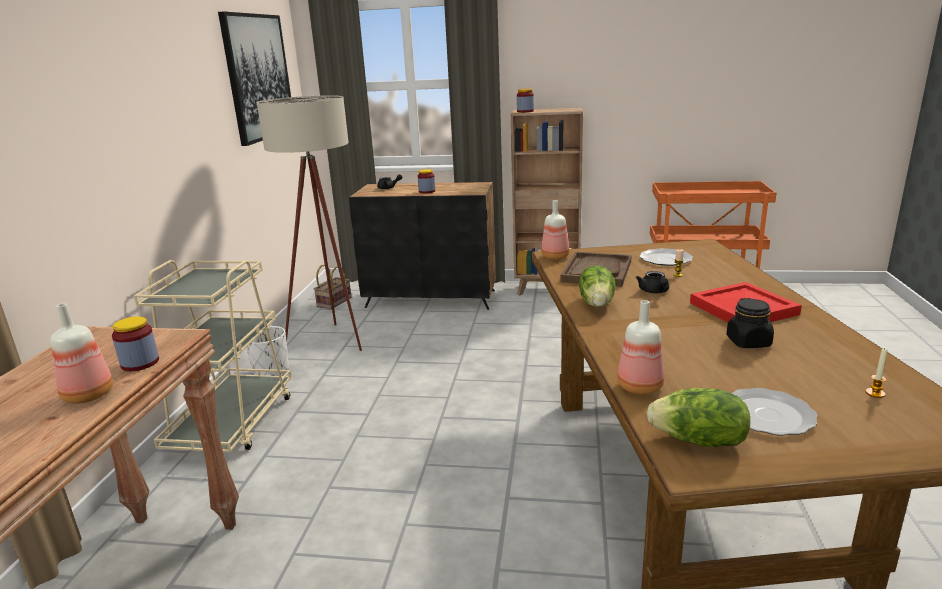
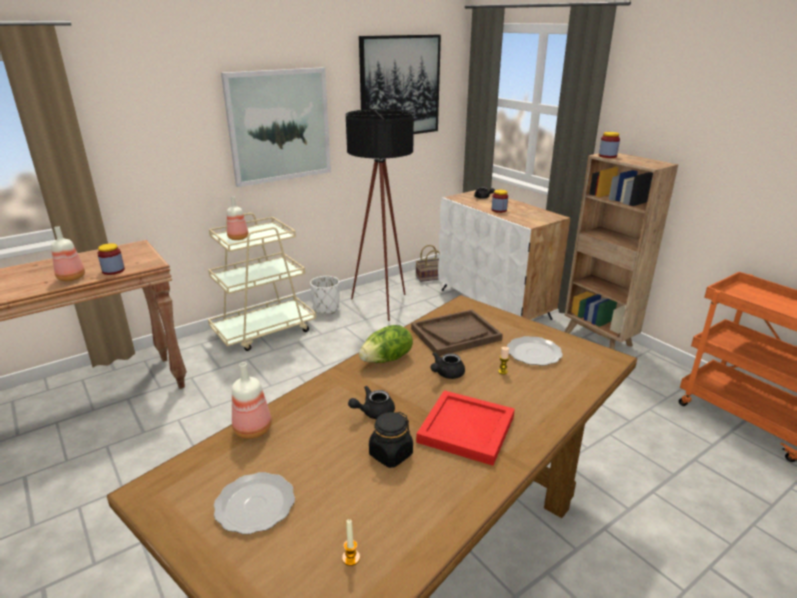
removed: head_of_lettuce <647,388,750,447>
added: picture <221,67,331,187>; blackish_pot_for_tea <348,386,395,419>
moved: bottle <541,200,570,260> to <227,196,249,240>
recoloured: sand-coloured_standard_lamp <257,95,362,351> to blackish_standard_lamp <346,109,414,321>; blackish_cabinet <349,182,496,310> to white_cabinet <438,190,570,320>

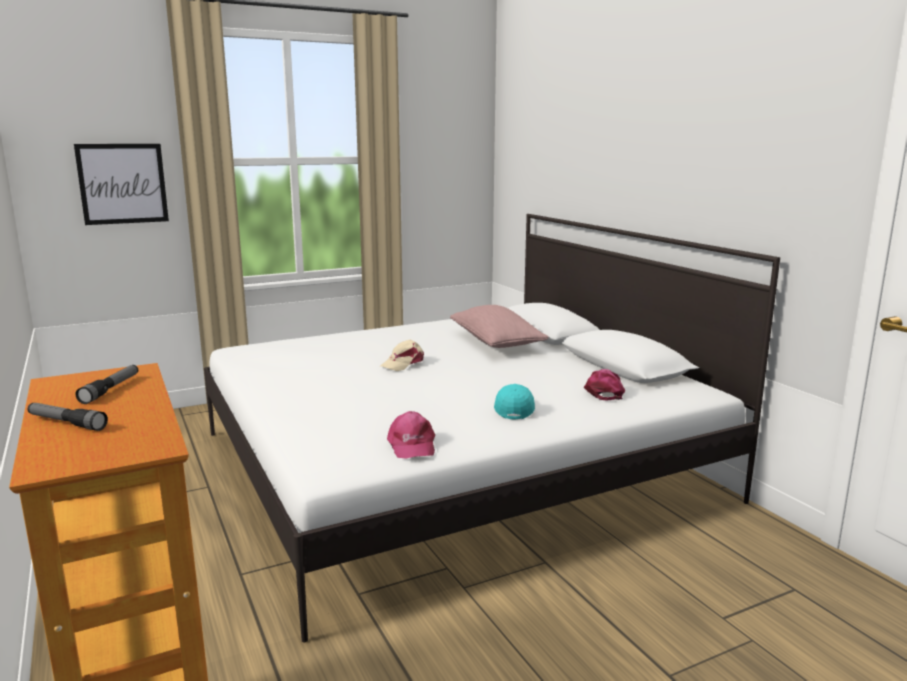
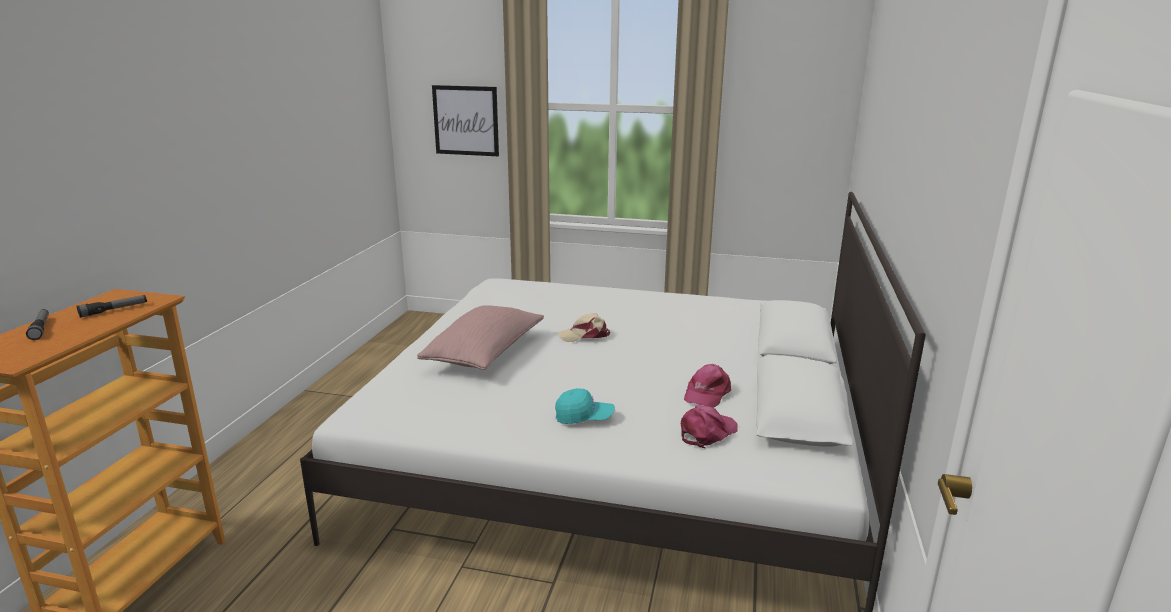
moved: pink_cushion <450,305,549,348> to <417,305,544,370>; pink_peaked_cap <387,411,435,459> to <684,364,731,408>
turned: turquoise_peaked_cap <494,384,535,420> = <555,388,615,424> 45 degrees clockwise

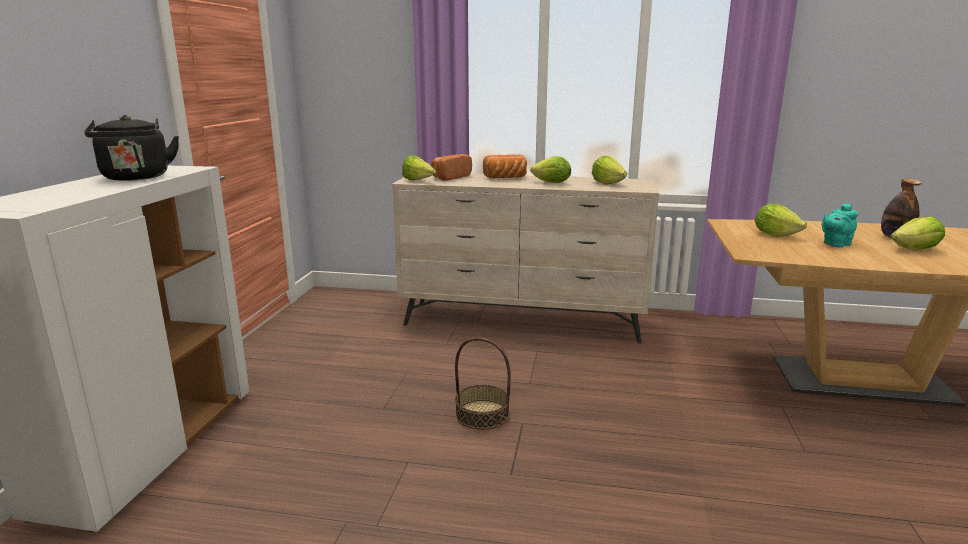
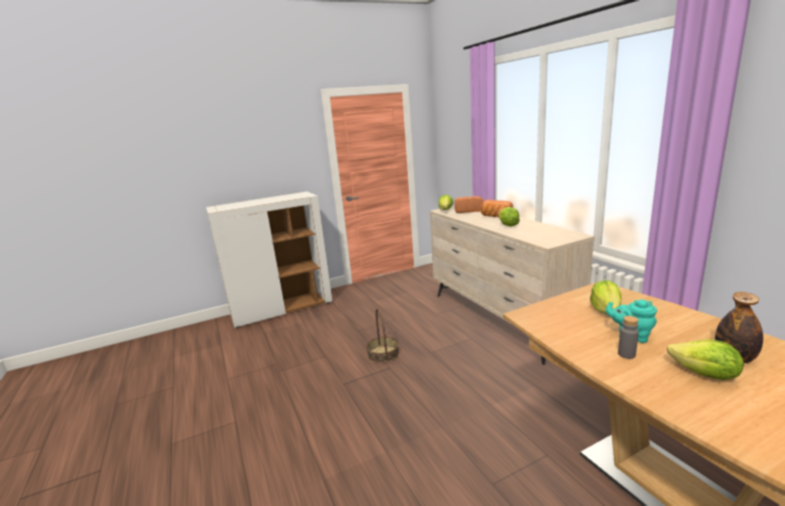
removed: blackish_water_kettle <84,115,179,181>; head_of_lettuce <592,156,627,185>
added: grey_bottle <618,316,639,359>

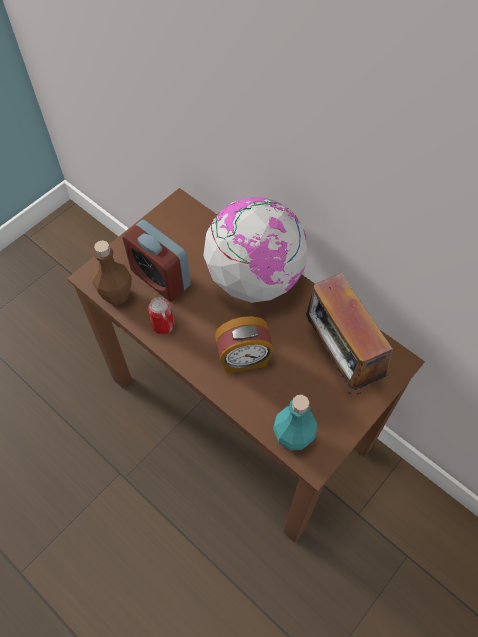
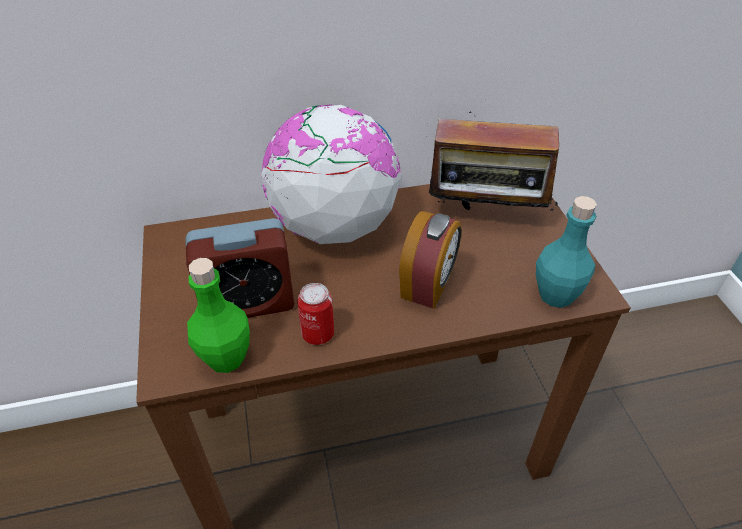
recoloured: brownish_bottle <93,240,132,305> to greenish_bottle <187,258,250,373>

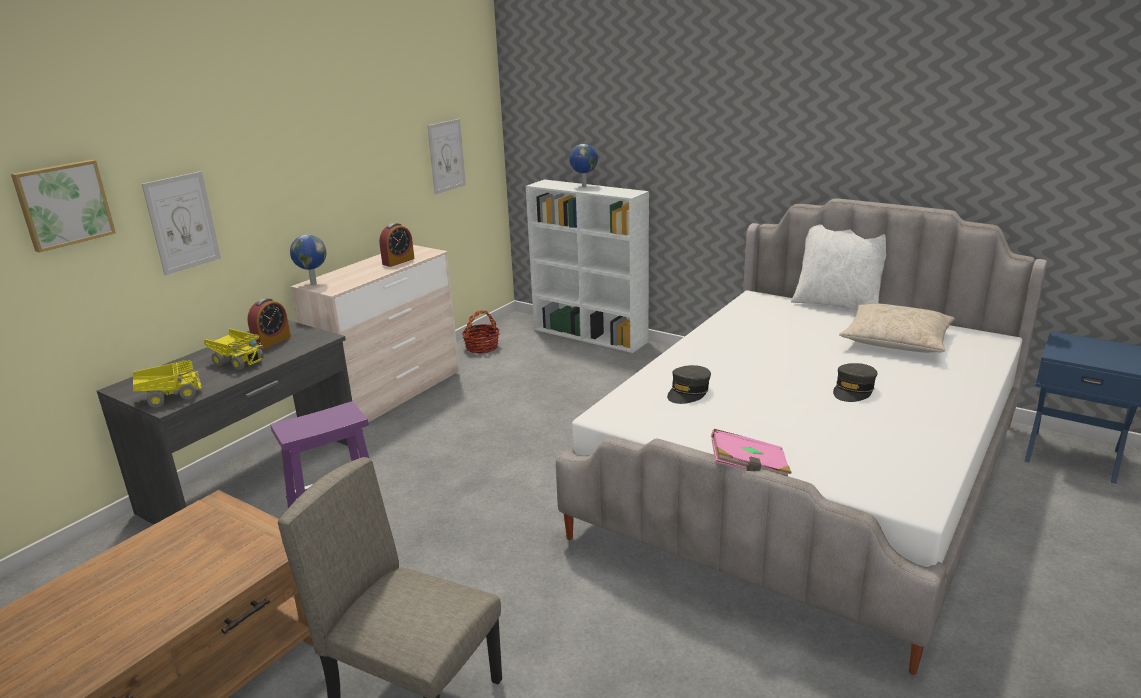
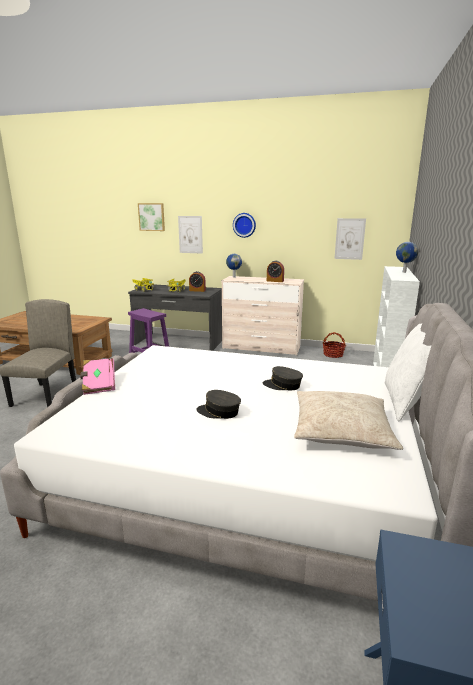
added: clock_on_the_wall <233,213,256,238>
moved: grey_peaked_cap <667,365,711,404> to <263,366,303,390>

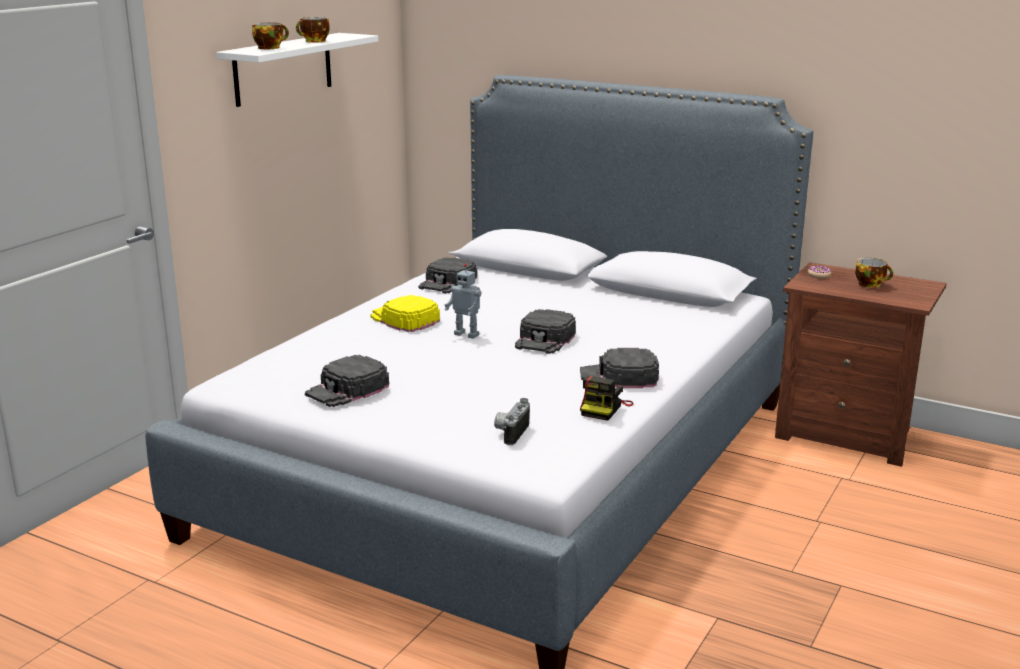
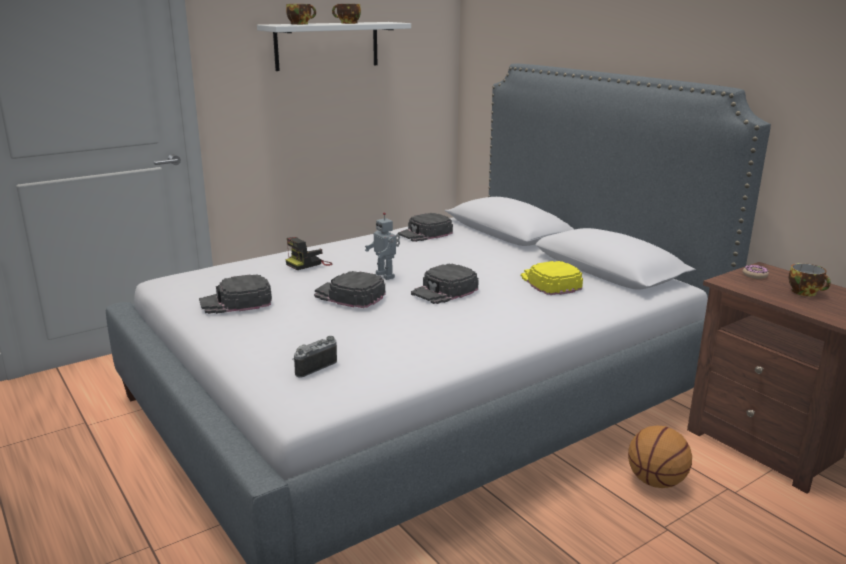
added: ball_for_basketball <628,425,692,488>
moved: yellow-coloured_peaked_cap <370,295,440,332> to <521,261,583,295>; blackish_peaked_cap <580,348,659,388> to <314,271,385,308>; photo_camera <580,376,634,421> to <285,237,332,270>

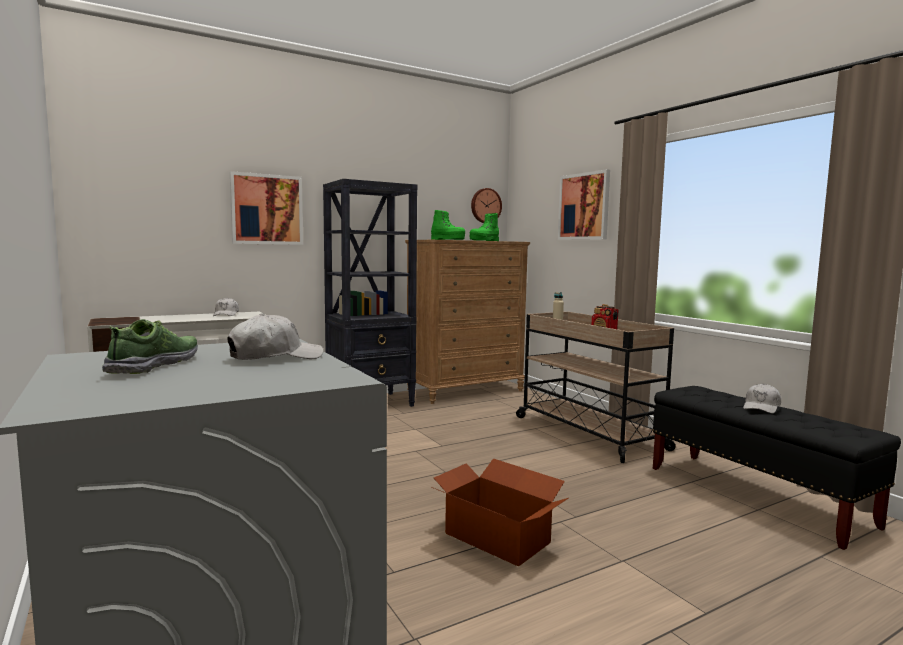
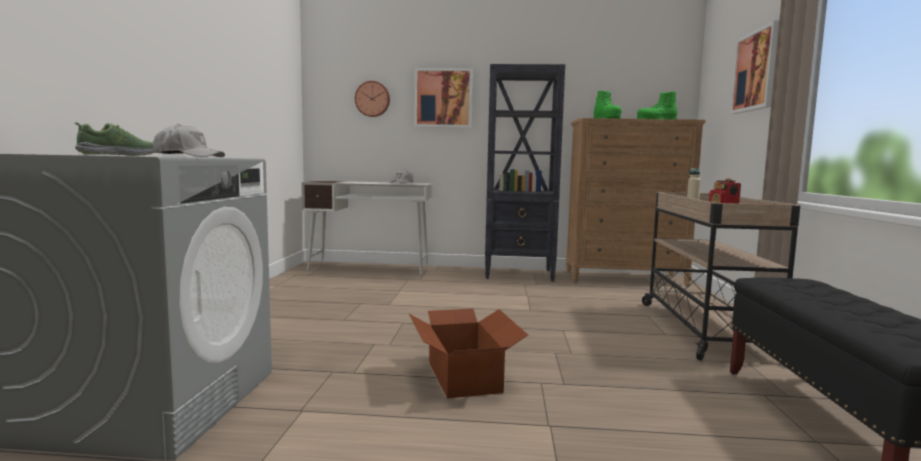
removed: white_peaked_cap <743,383,781,414>
moved: clock_on_the_wall <471,188,502,223> to <355,81,390,117>

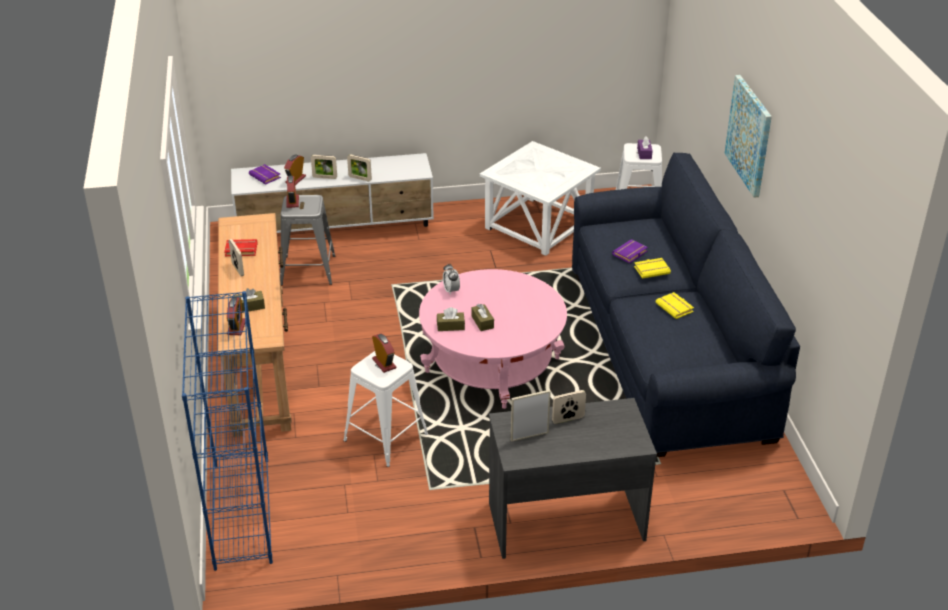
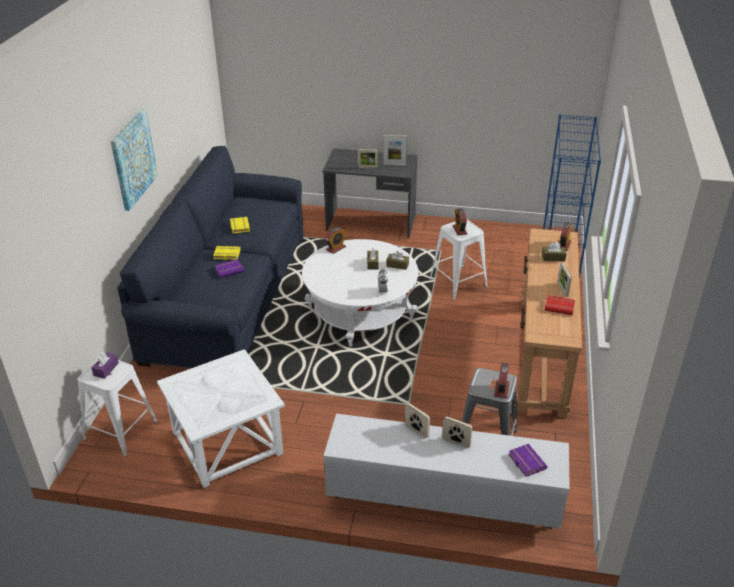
moved: table_clock <284,154,306,185> to <325,227,346,254>
recoloured: pink_low_table <419,269,567,409> to white_low_table <302,239,418,347>

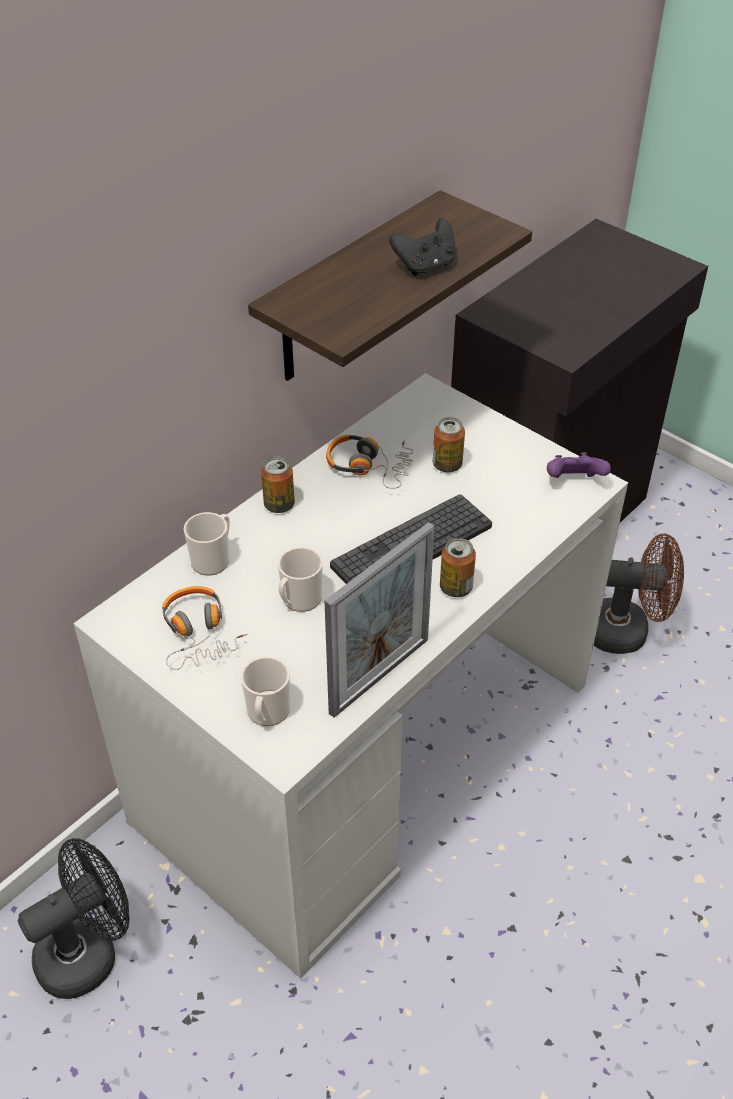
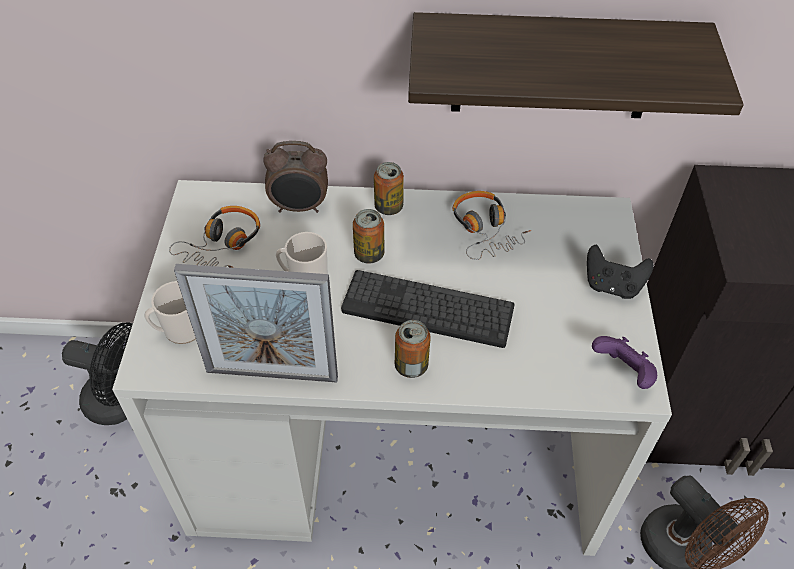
moved: blackish_joypad <389,218,455,276> to <587,245,654,299>; sealed_can <433,417,465,472> to <353,209,384,264>
replaced: mug <184,512,230,575> to table_clock <263,141,328,213>

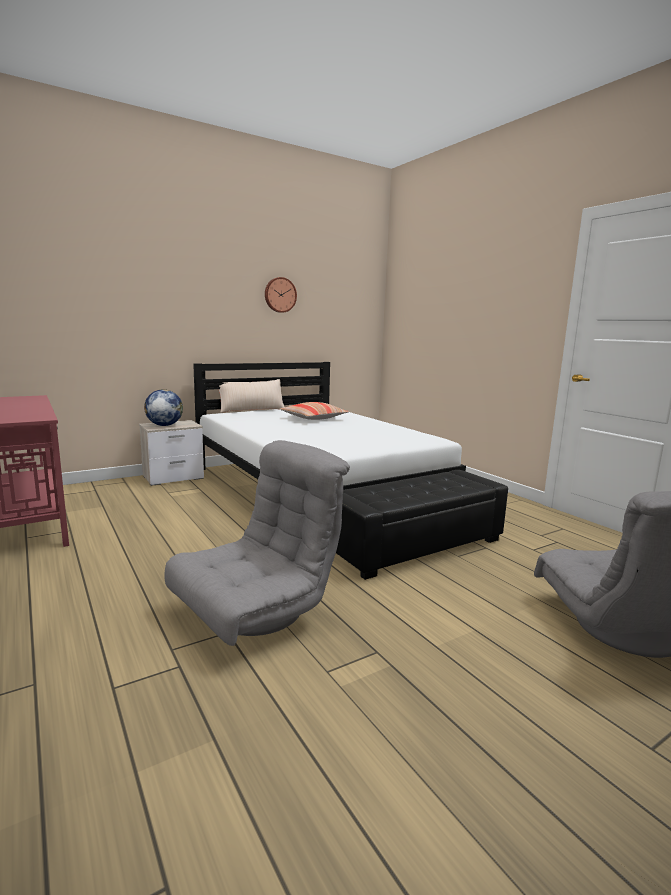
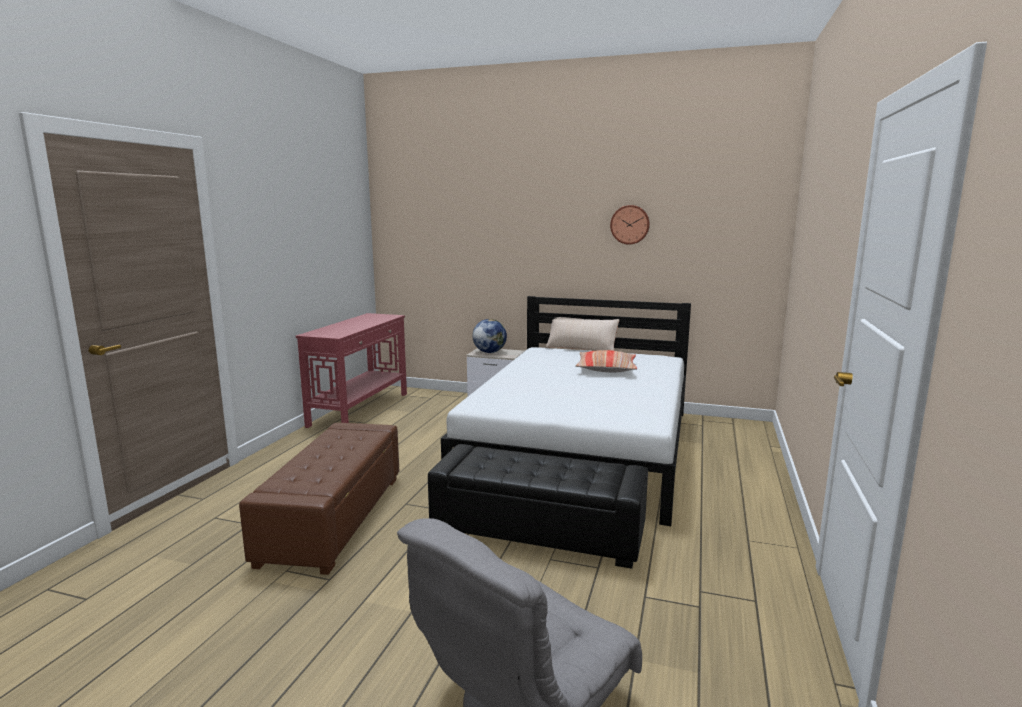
replaced: grey_armchair <164,440,350,646> to brownish_footrest <239,423,399,575>

